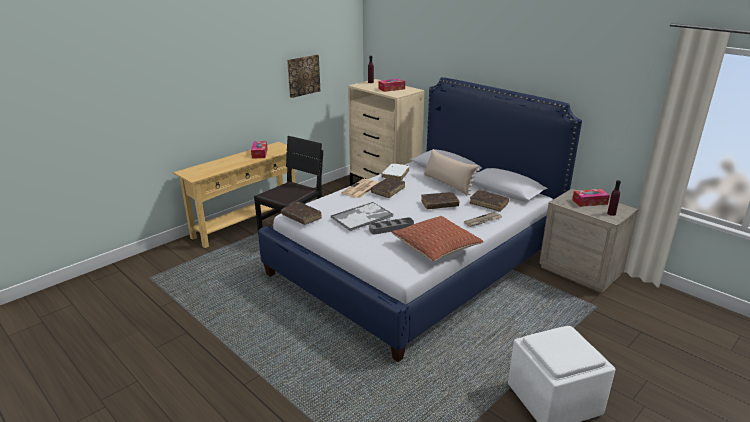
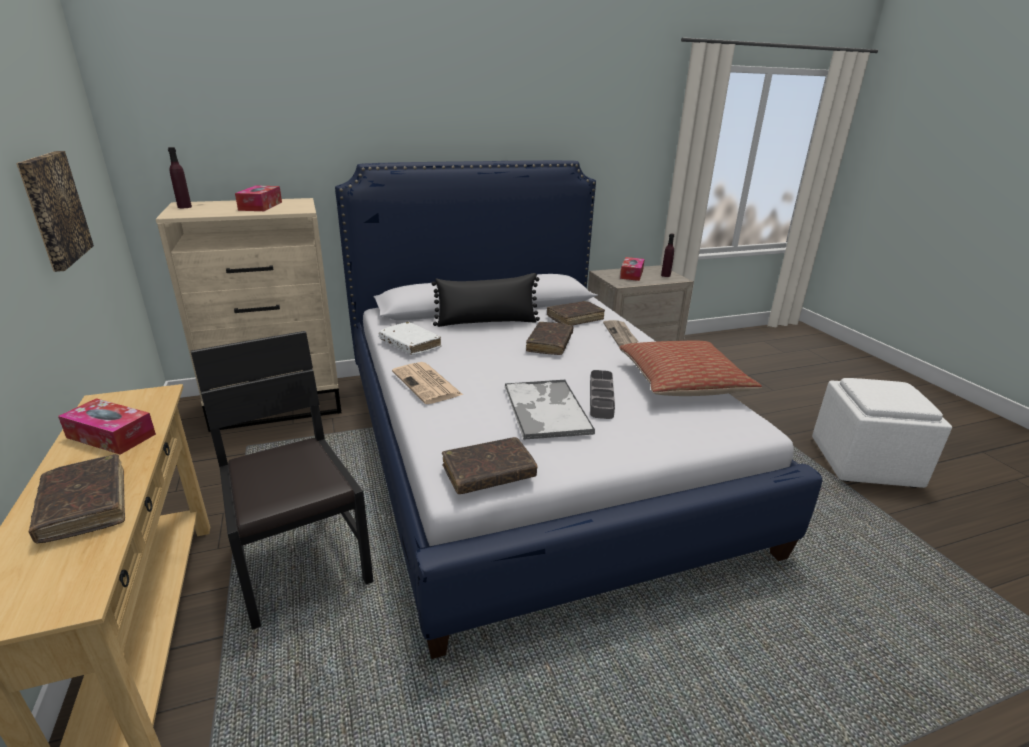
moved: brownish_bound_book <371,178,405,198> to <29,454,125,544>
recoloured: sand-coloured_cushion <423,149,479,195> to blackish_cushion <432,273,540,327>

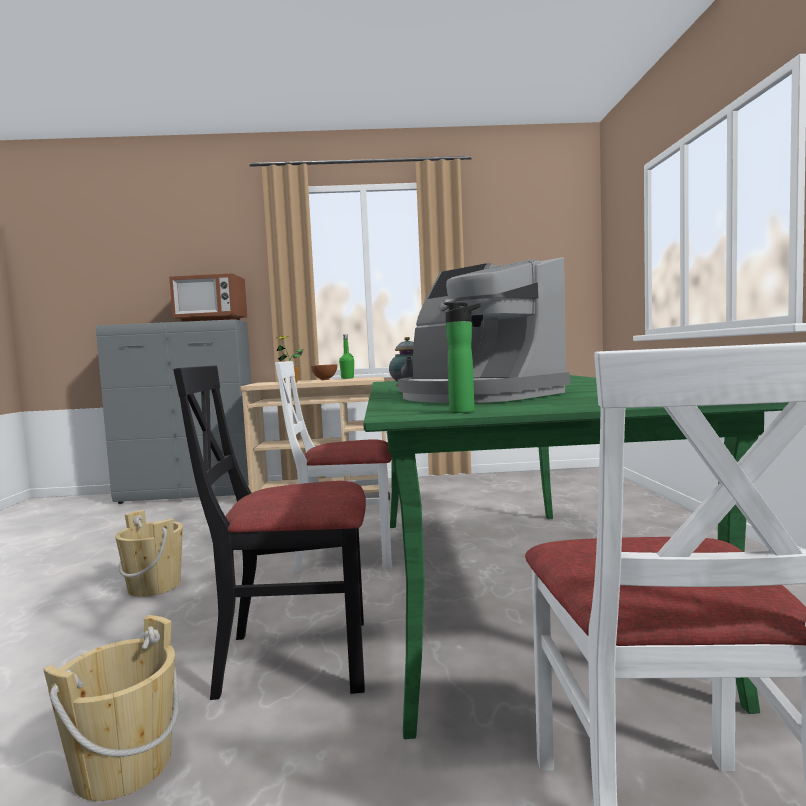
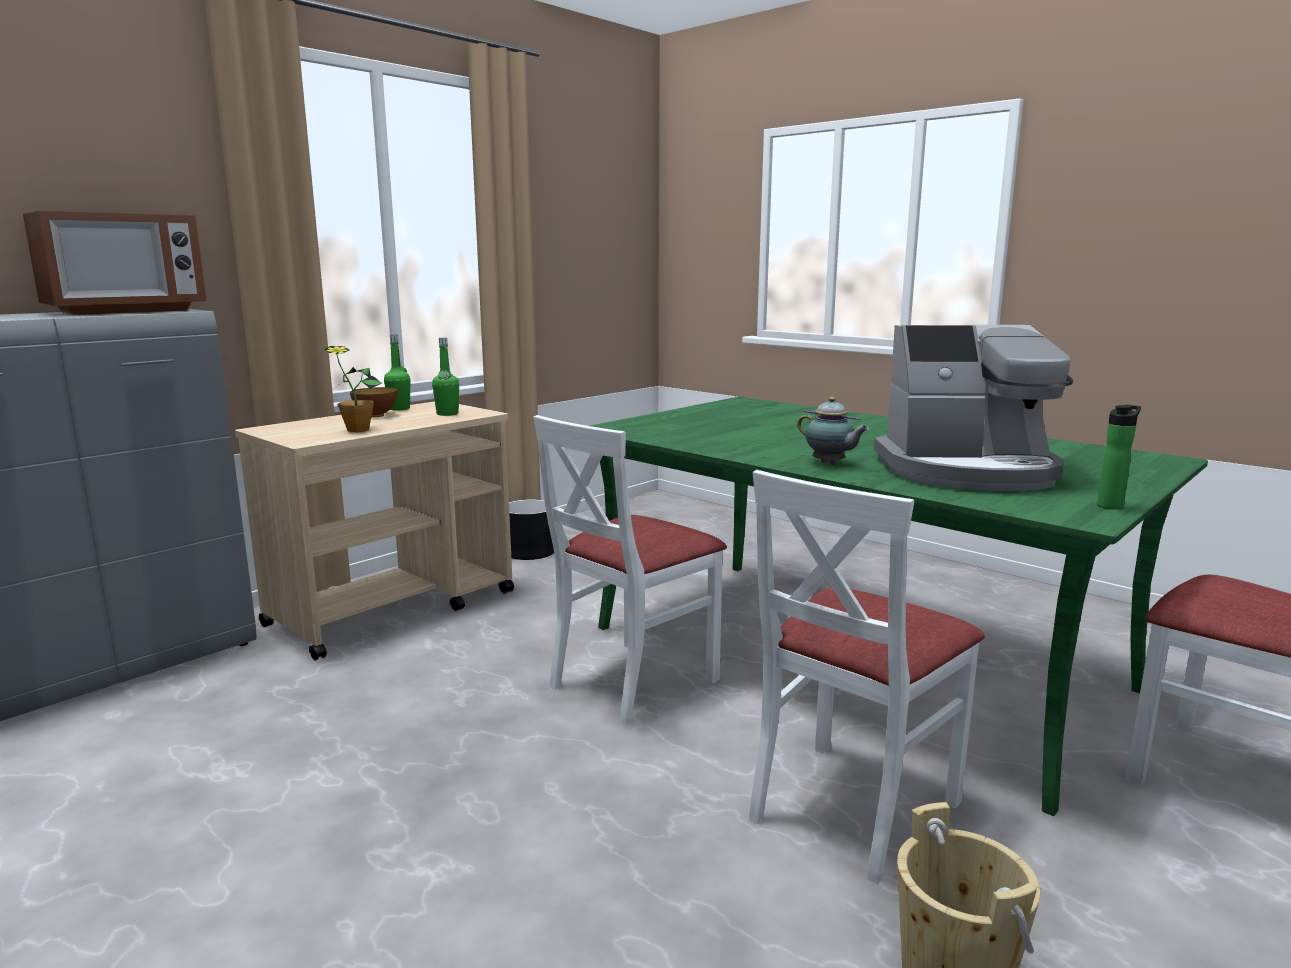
removed: sand-coloured_water_bucket <115,510,183,597>
added: greenish_bottle <432,337,459,416>; blackish_flower_pot <509,499,554,560>
recoloured: blackish_chair <173,365,366,700> to white_chair <748,470,985,884>

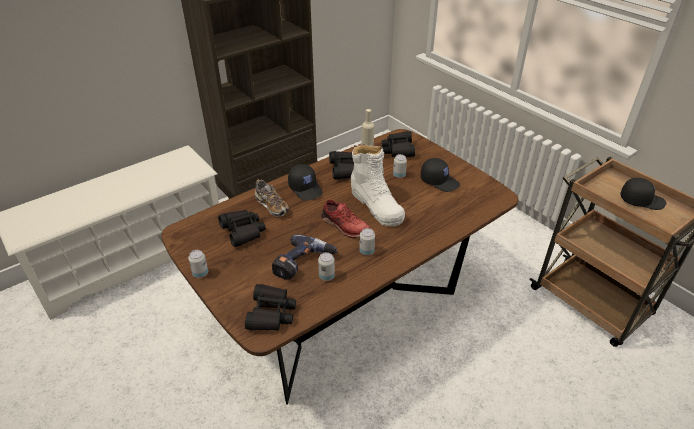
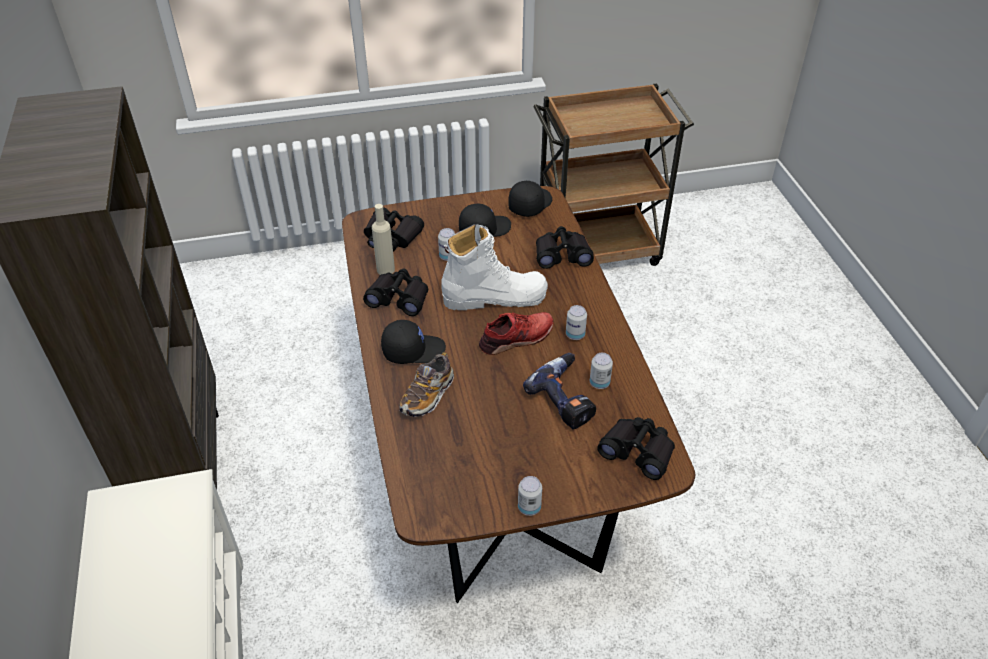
moved: blackish_peaked_cap <620,178,666,210> to <508,181,552,217>; blackish_field_glasses <218,210,266,247> to <536,226,594,269>
turned: item_of_footwear <255,179,289,217> = <399,352,454,417> 135 degrees clockwise

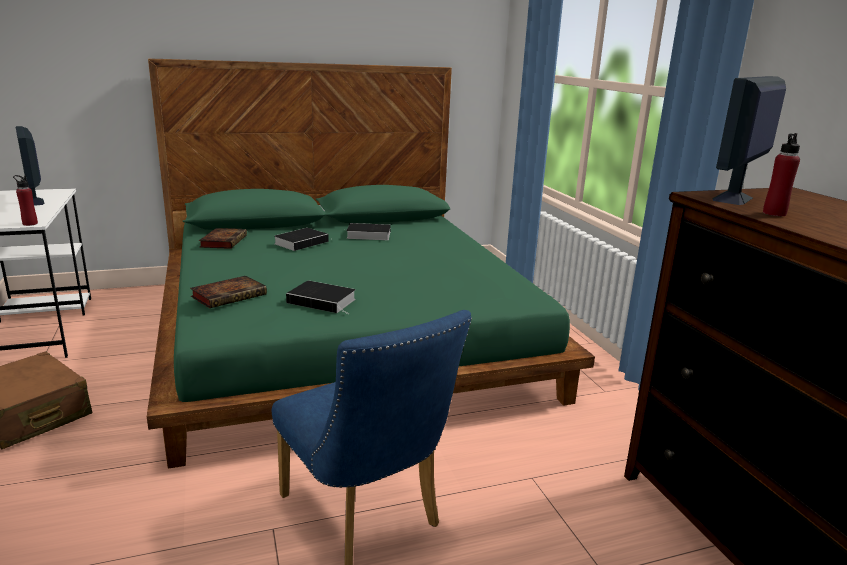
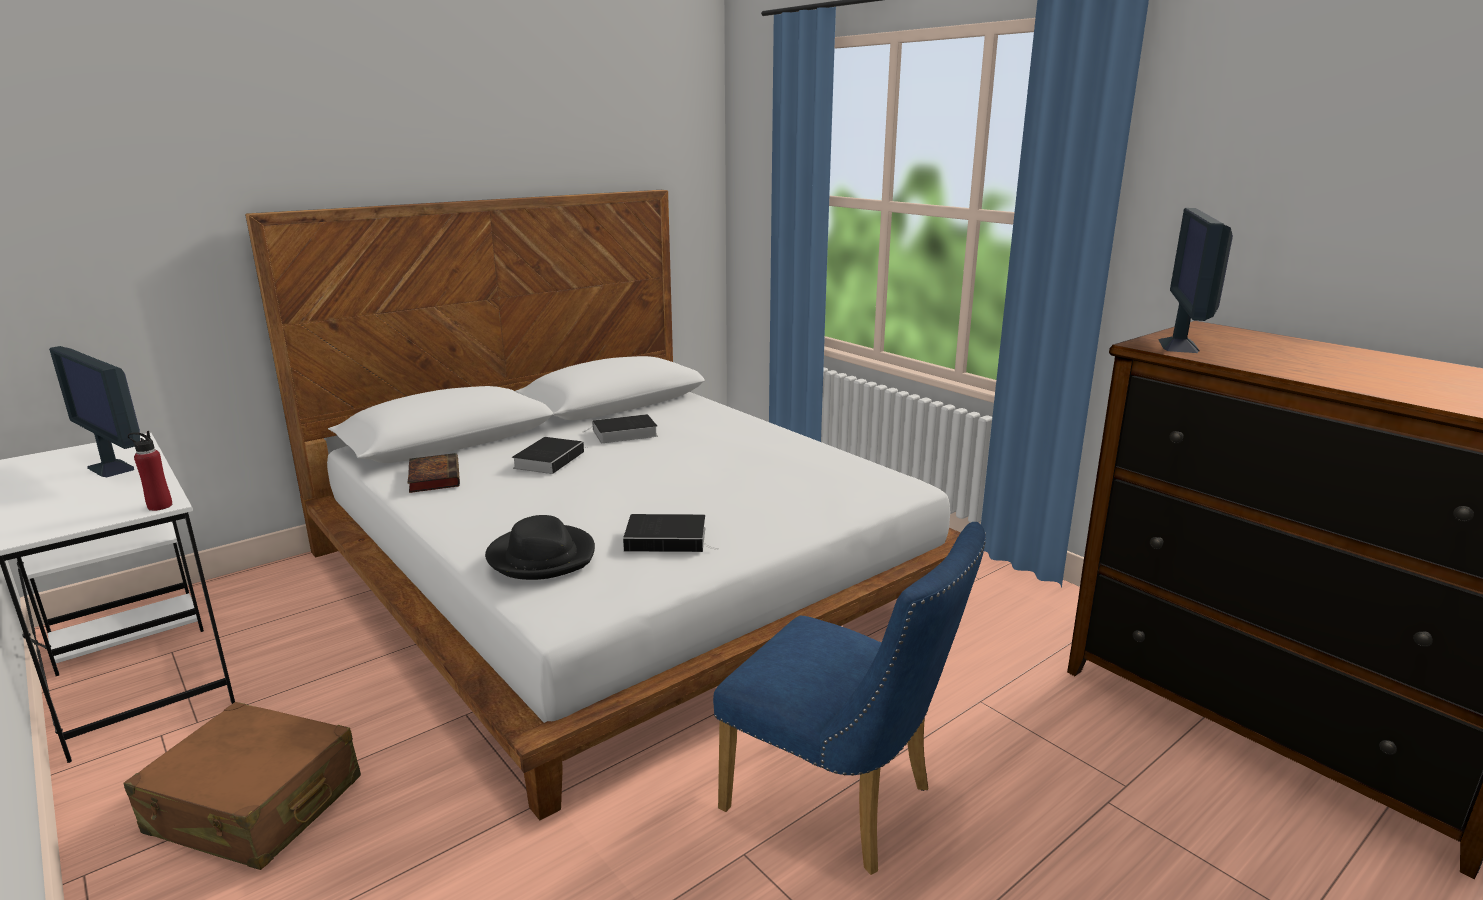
removed: red_bottle <763,133,800,216>
replaced: bound_book <190,276,267,308> to blackish_clothing_hat <485,515,595,580>
recoloured: greenish_bedroom_bed <147,58,595,469> to white_bedroom_bed <245,190,961,820>

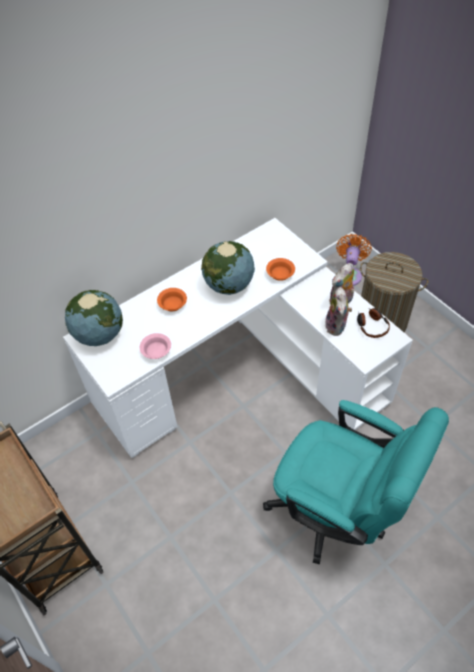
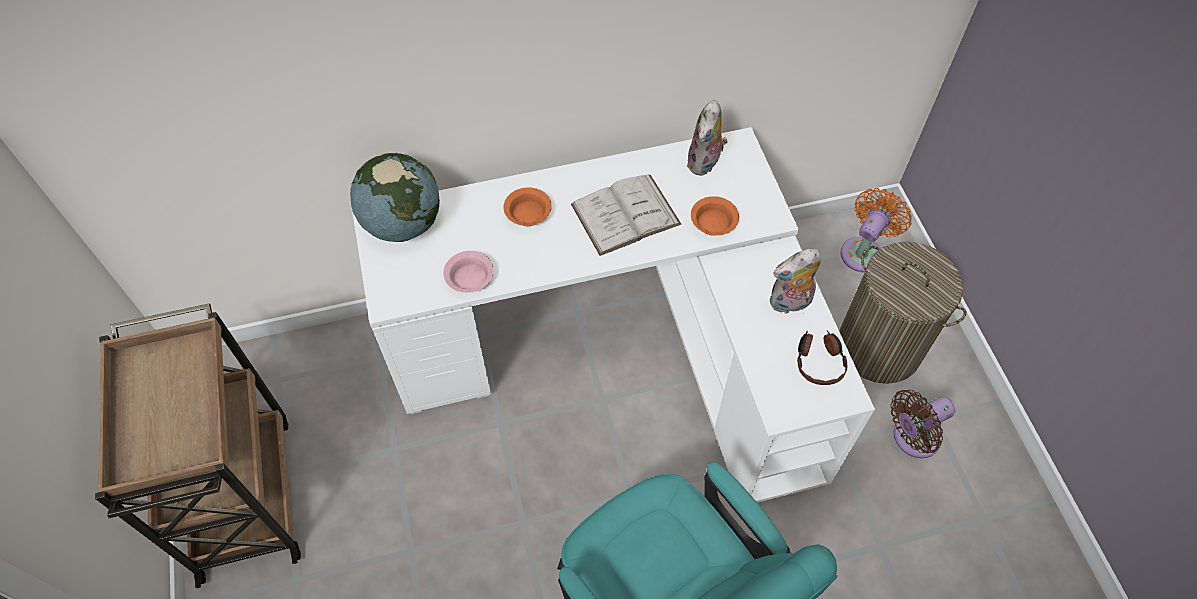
added: brownish_fan <891,390,955,458>
moved: soft_toy <325,287,352,336> to <687,100,728,176>
replaced: globe <201,241,255,295> to white_bound_book <571,175,681,256>

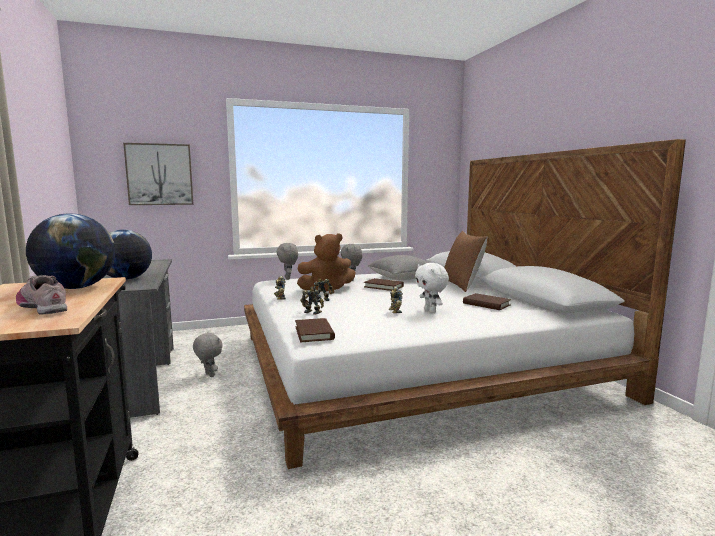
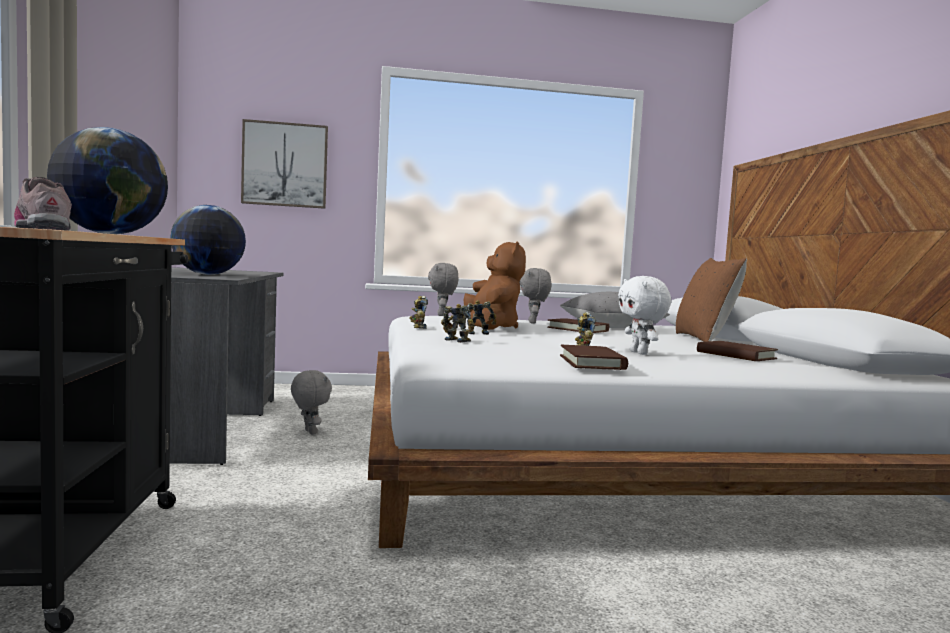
moved: brownish_bound_book <295,318,335,342> to <560,345,628,370>
turned: brownish_soft_toy <297,233,356,294> = <464,241,526,330> 90 degrees counterclockwise

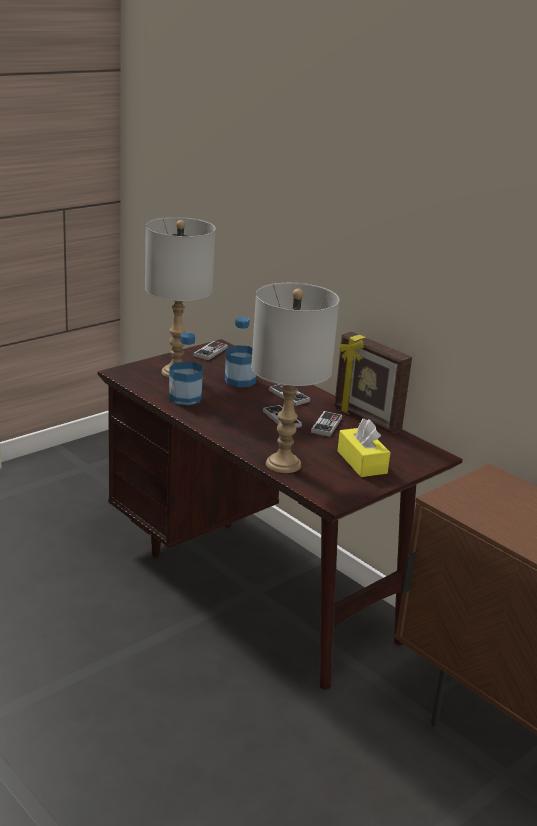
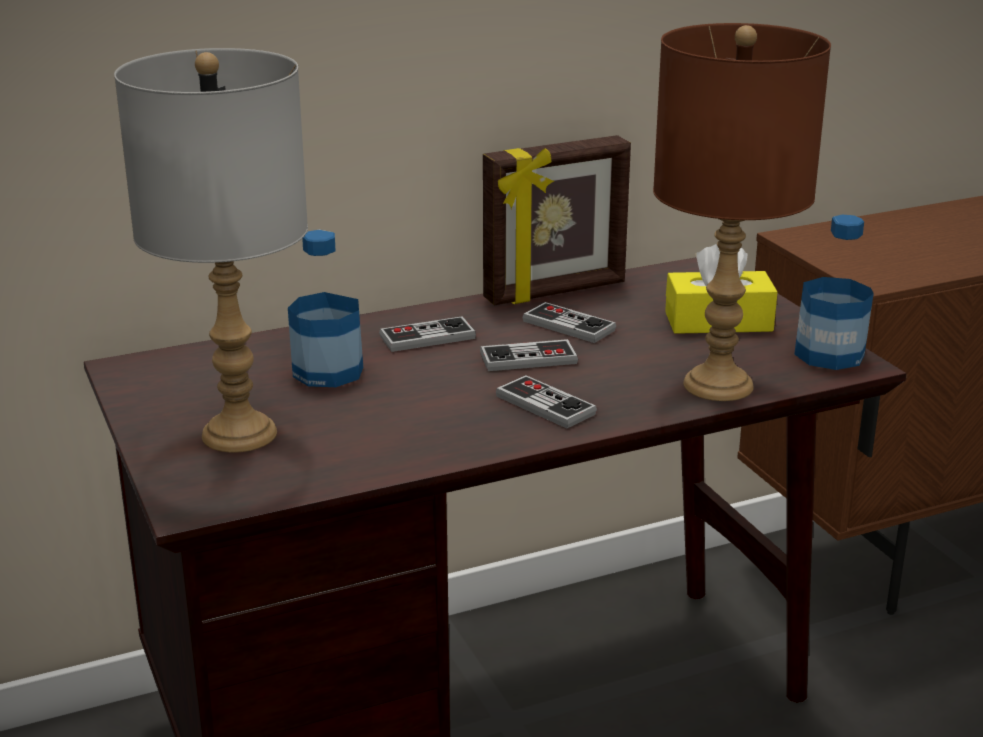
moved: bottle <169,333,203,406> to <794,215,874,370>; joypad <193,341,228,360> to <496,375,597,429>
recoloured: grey_lamp_for_a_table <251,283,339,473> to brownish_lamp_for_a_table <653,23,831,401>

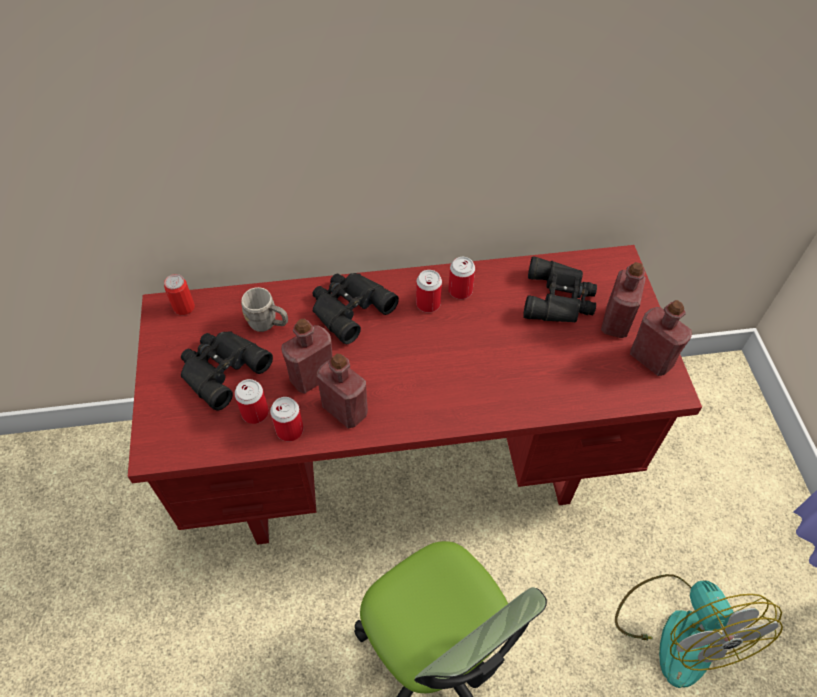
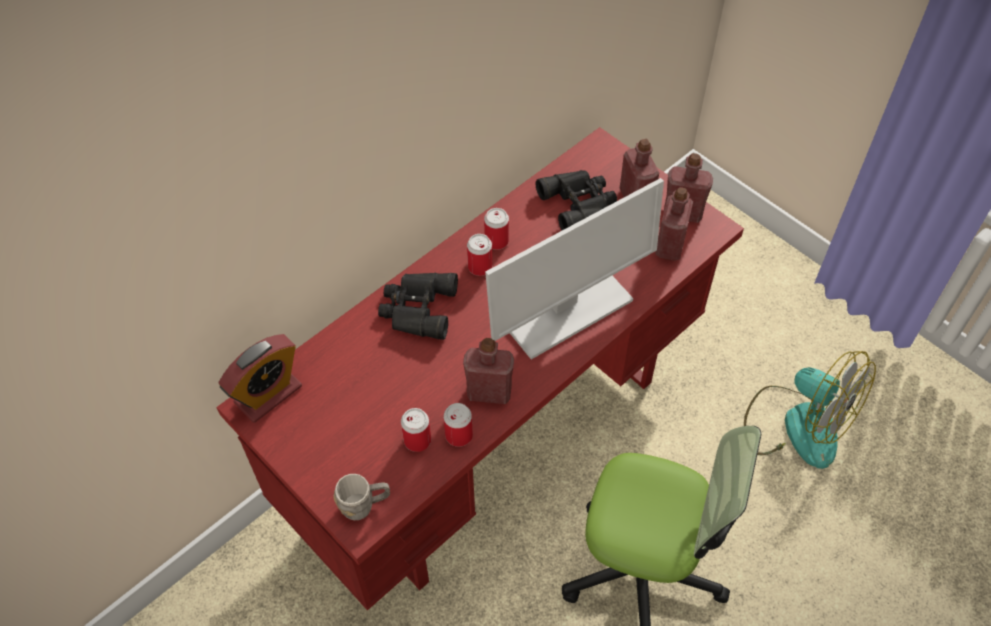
removed: blackish_field_glasses <181,331,273,411>
added: monitor <485,178,664,360>
moved: grey_mug <241,287,288,332> to <334,474,390,520>; red_bottle <281,319,332,393> to <655,187,693,261>
replaced: sealed_can <164,274,195,315> to table_clock <218,334,302,423>

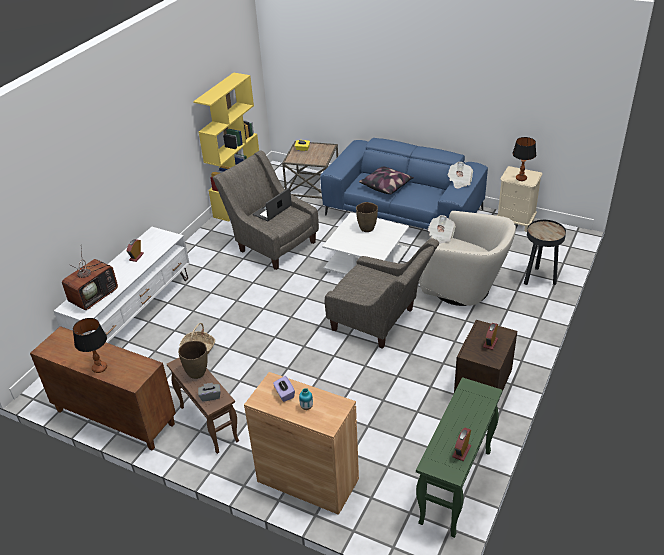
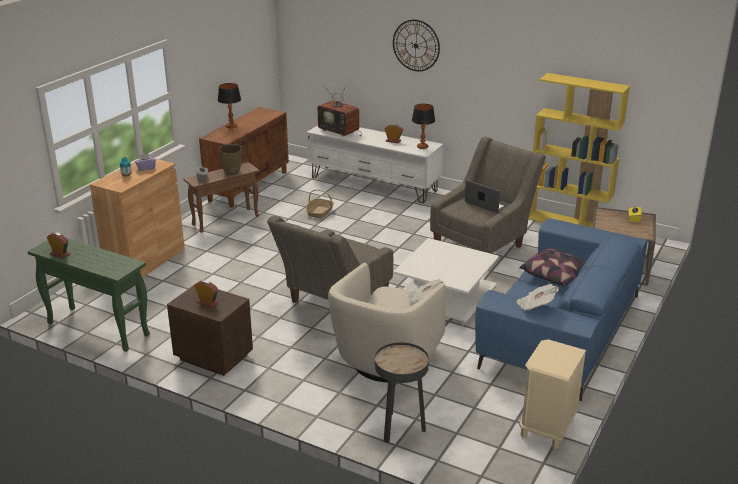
removed: brownish_decorative_vase <356,202,378,232>
added: clock_on_the_wall <393,20,440,71>
moved: lamp_for_a_table <512,137,536,181> to <412,104,435,149>

